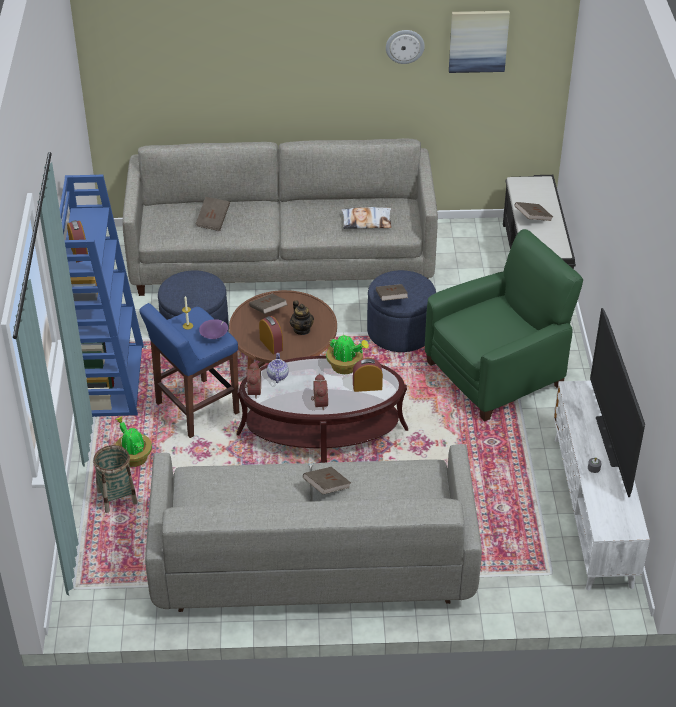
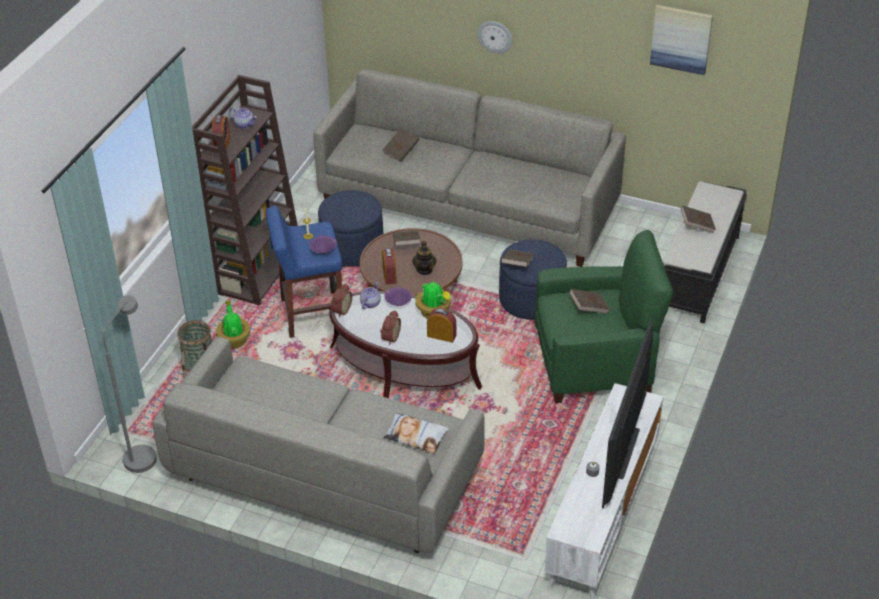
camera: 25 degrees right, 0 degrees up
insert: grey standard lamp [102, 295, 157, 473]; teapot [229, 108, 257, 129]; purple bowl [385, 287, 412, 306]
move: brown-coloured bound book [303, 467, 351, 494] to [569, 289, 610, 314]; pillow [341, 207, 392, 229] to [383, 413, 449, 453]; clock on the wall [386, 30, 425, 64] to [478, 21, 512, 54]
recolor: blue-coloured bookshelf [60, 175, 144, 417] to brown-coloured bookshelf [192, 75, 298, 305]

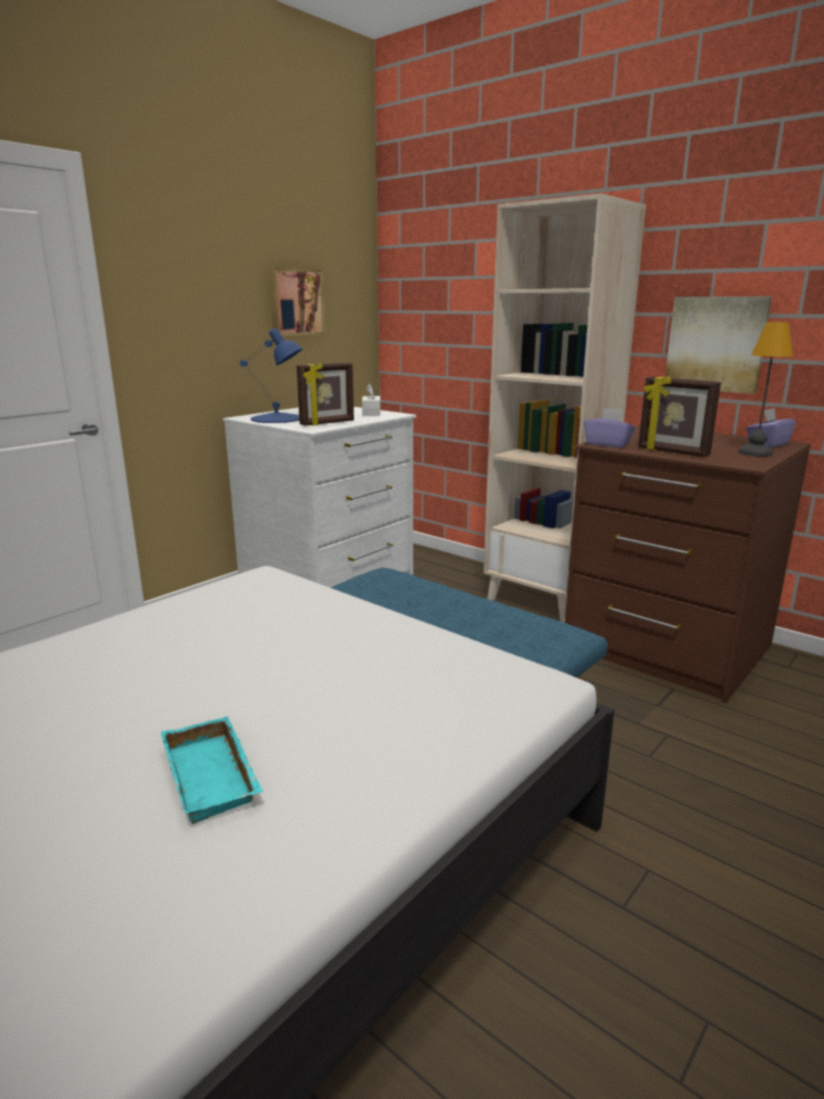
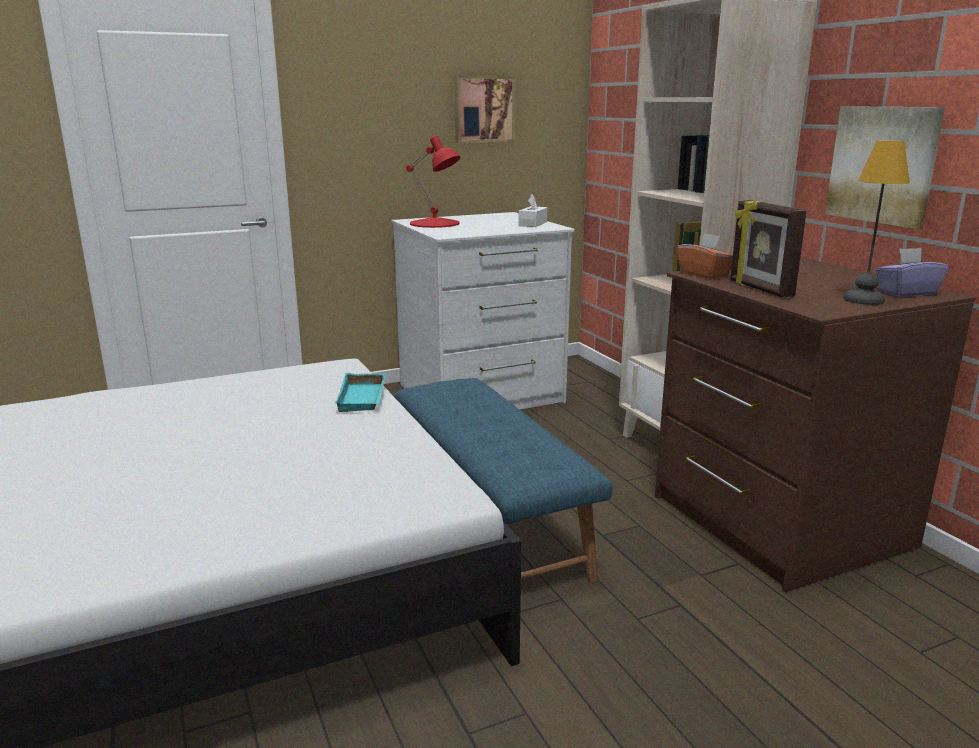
camera: 25 degrees right, 0 degrees up
delete: standing frame [297, 362, 354, 426]
move: turquoise-coloured serving tray [161, 716, 263, 824] to [335, 373, 386, 412]
recolor: blue-coloured tabletop lamp [240, 328, 303, 423] to red tabletop lamp [406, 135, 460, 228]; purple box of tissues [584, 408, 635, 448] to orange-coloured box of tissues [677, 233, 733, 279]

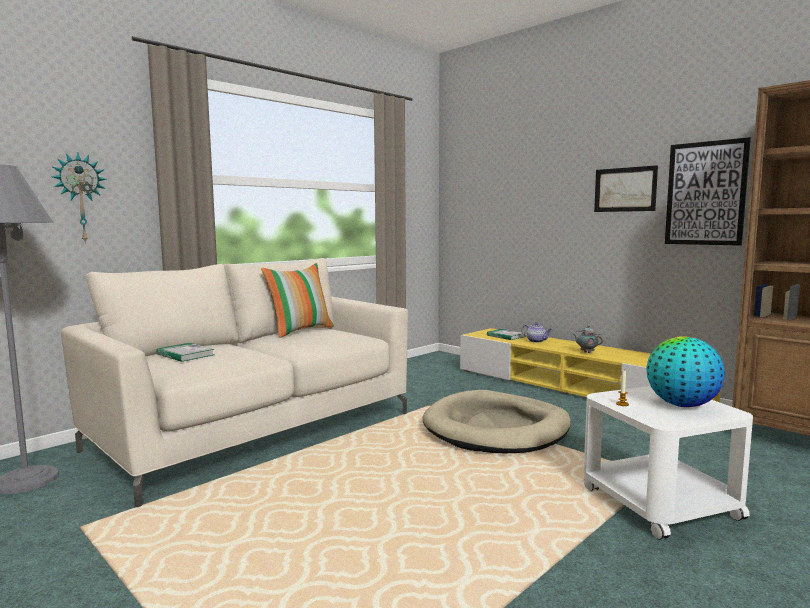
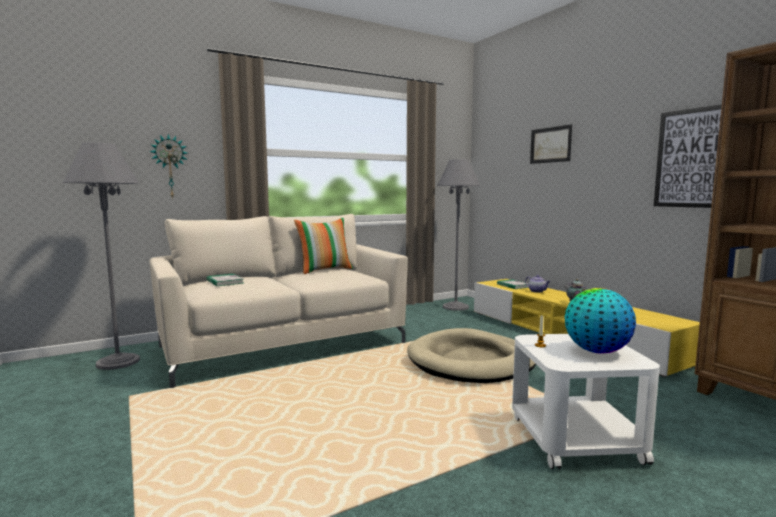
camera: 15 degrees right, 0 degrees up
insert: grey standard lamp [437, 159, 480, 311]
move: wall art [594, 165, 658, 212] to [530, 124, 572, 164]

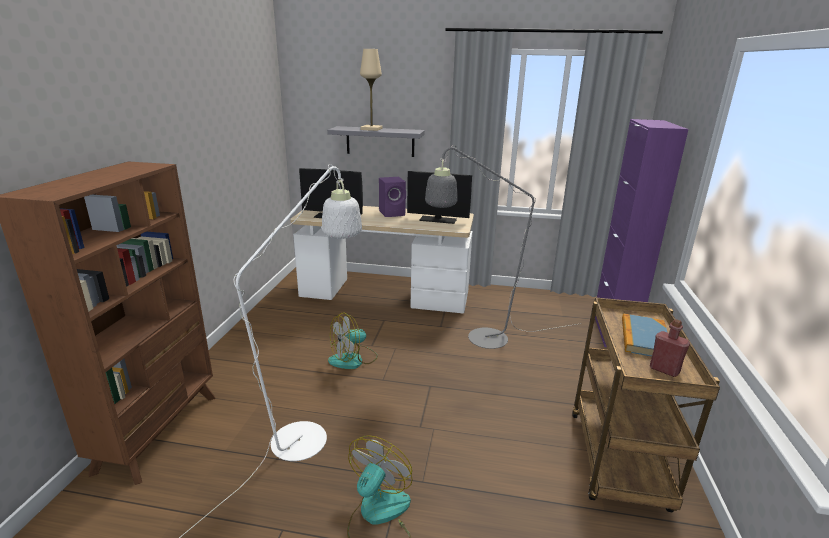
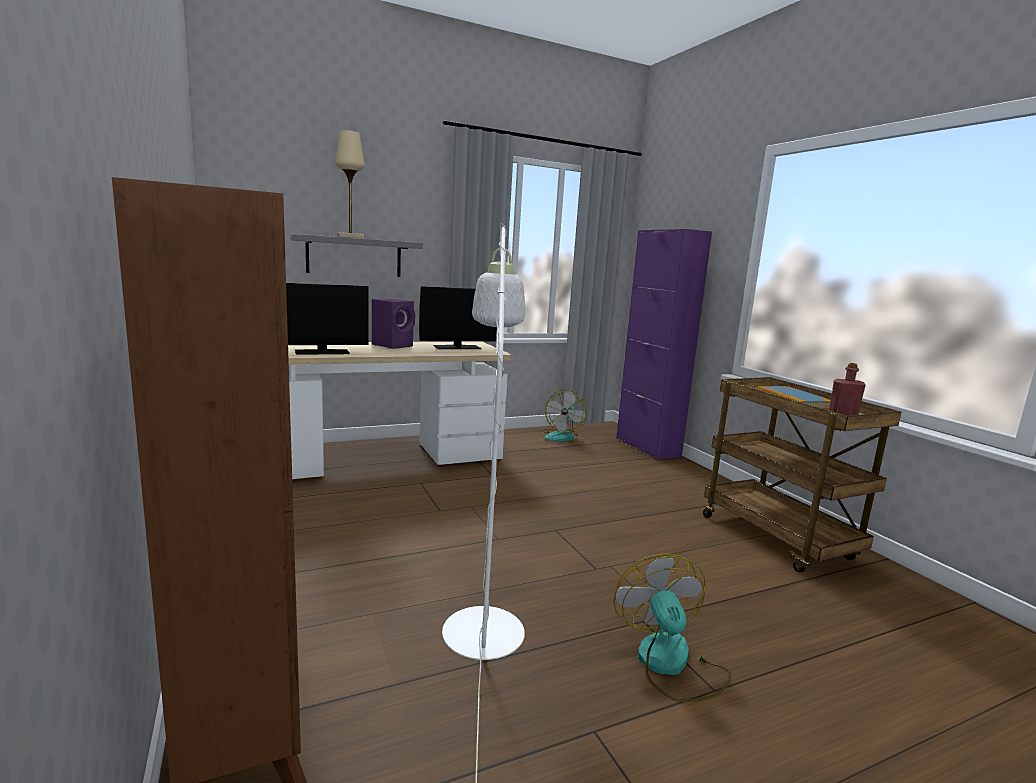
camera: 35 degrees left, 10 degrees down
delete: grey standard lamp [425, 145, 582, 349]
move: cooling fan [328, 313, 378, 369] to [541, 390, 587, 441]

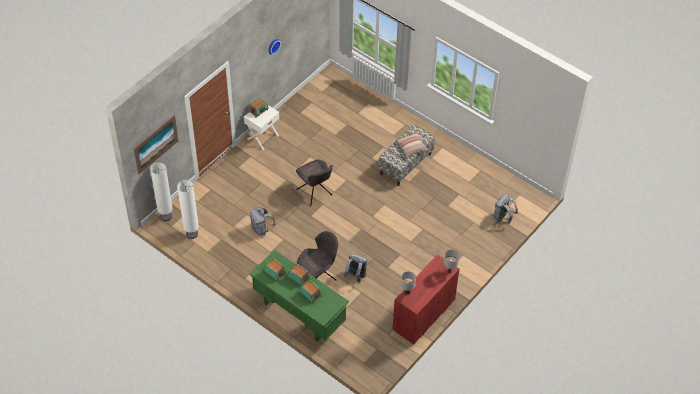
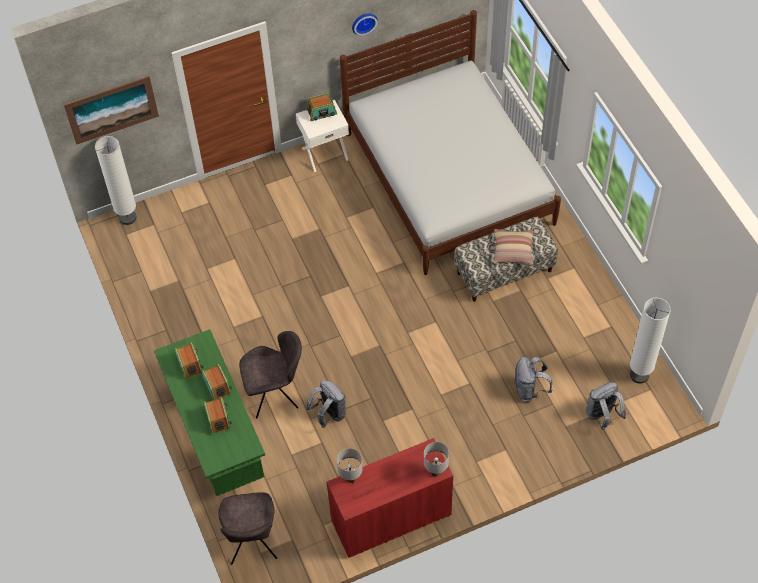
camera: 30 degrees right, 5 degrees up
insert: white sleeping bed [340, 10, 561, 275]
move: white standard lamp [177, 180, 199, 239] to [630, 298, 671, 384]; grey backpack [250, 207, 275, 237] to [514, 357, 552, 402]; grey upright chair [296, 159, 333, 206] to [219, 492, 277, 564]

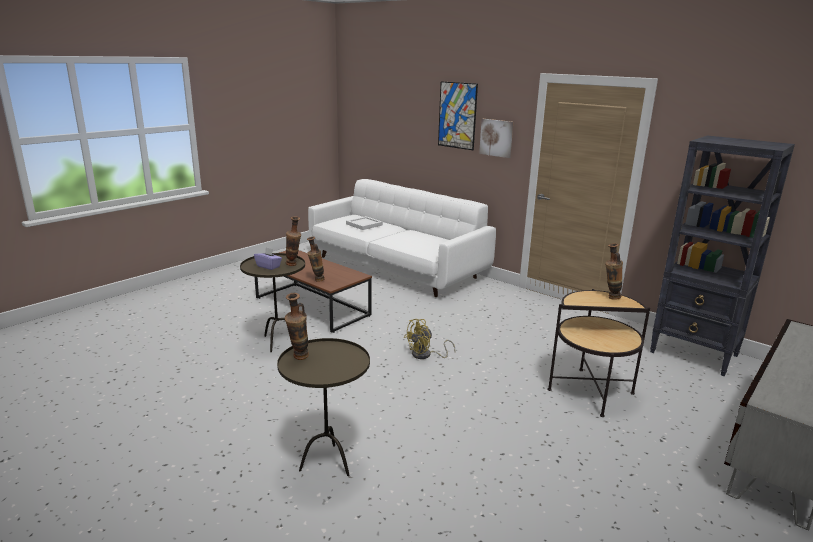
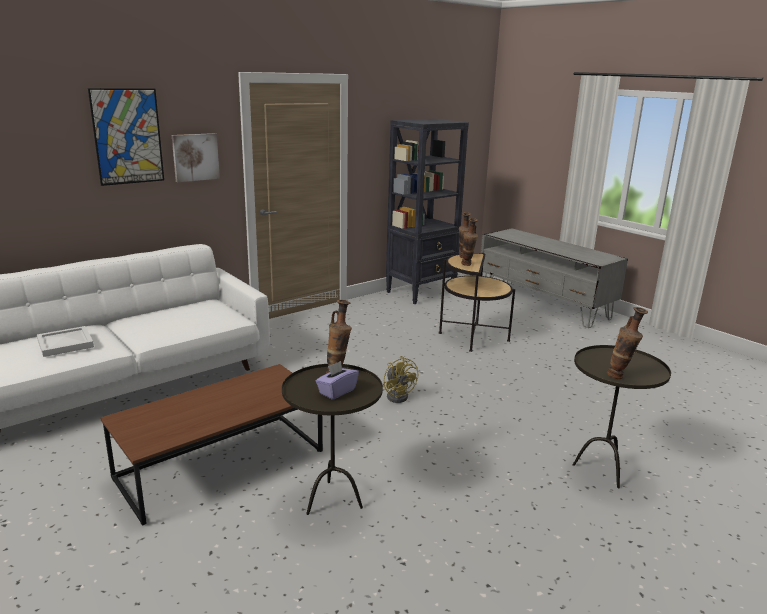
camera: 80 degrees left, 0 degrees up
move: flower vase [307, 237, 325, 282] to [461, 218, 478, 266]

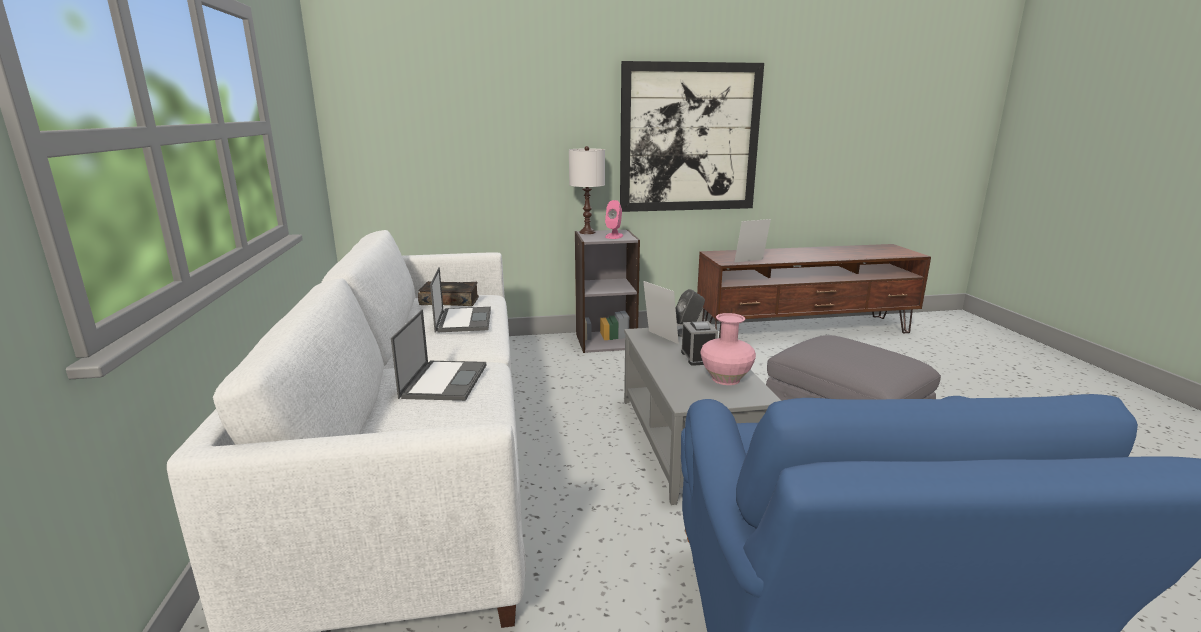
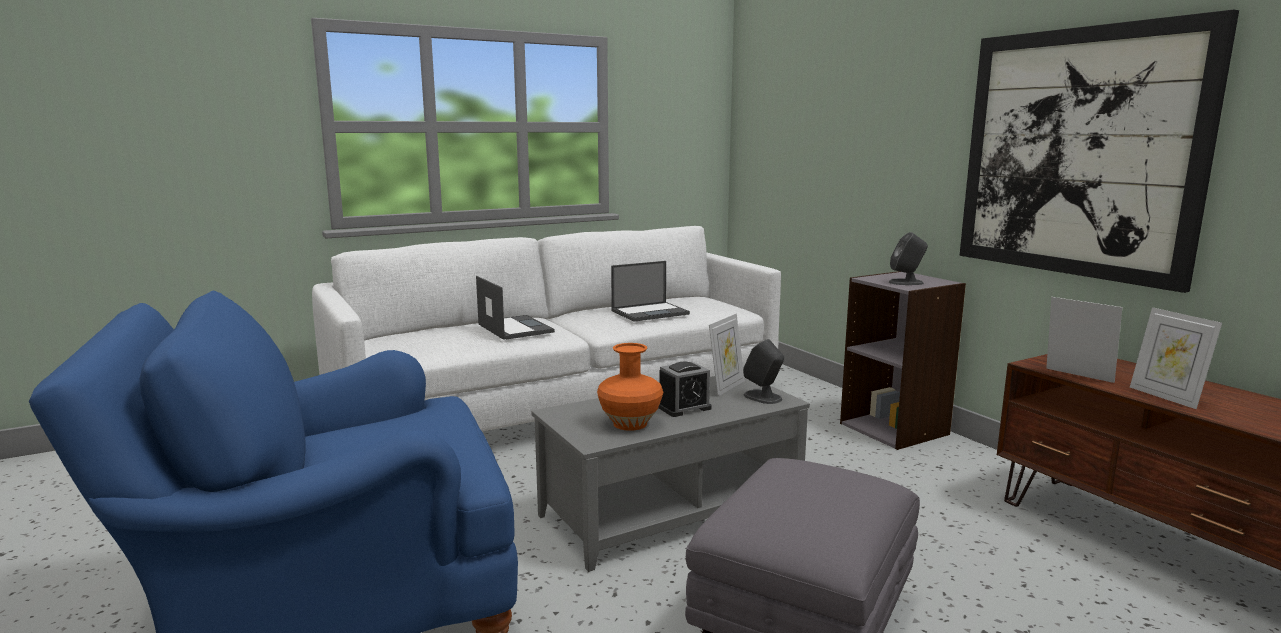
camera: 70 degrees right, 5 degrees down
delete: bound book [418, 281, 479, 306]; white tabletop lamp [569, 146, 605, 234]
insert: standing frame [1130, 307, 1222, 409]
recolor: pinkish audio speaker [605, 200, 623, 239] to grey audio speaker [889, 232, 928, 285]; pinkish flower vase [700, 313, 756, 385] to orange-coloured flower vase [597, 343, 663, 431]
rotate: laptop [391, 310, 486, 401] = [476, 276, 555, 340] 105 degrees counterclockwise

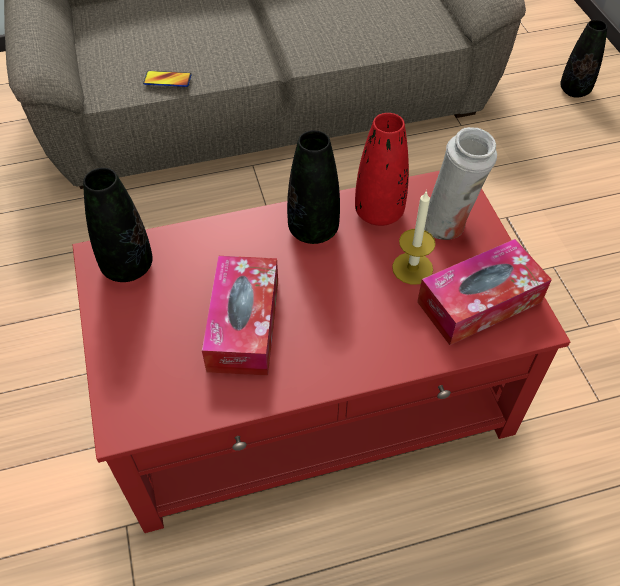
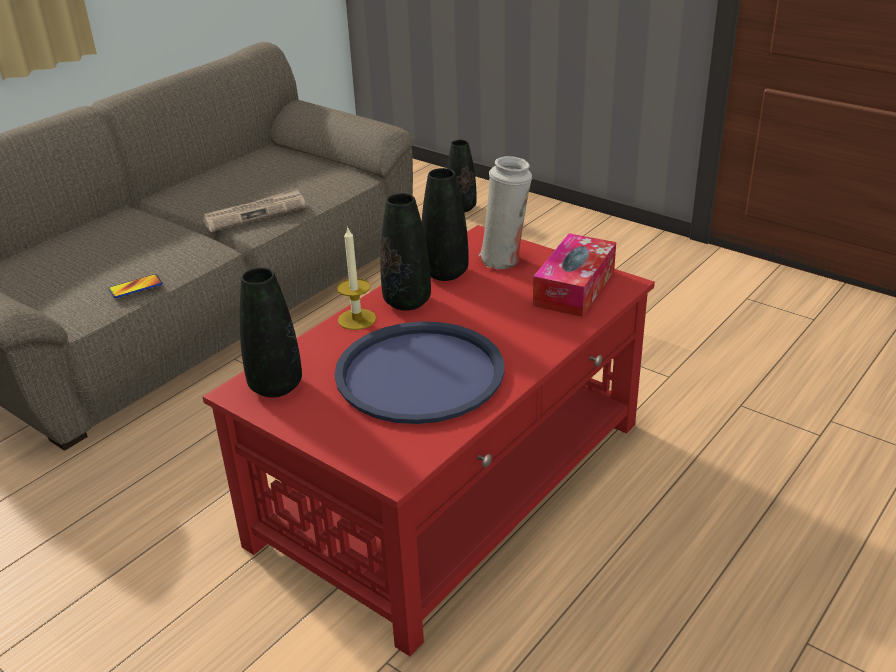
camera: 35 degrees left, 20 degrees down
insert: printed paper [202, 188, 306, 232]
move: wax light [392, 190, 436, 285] to [337, 226, 376, 330]
replace: box of tissues [202, 256, 278, 376] to blue-coloured serving tray [334, 321, 505, 424]
recolor: red flower vase [355, 113, 409, 226] to blackish flower vase [422, 168, 469, 281]

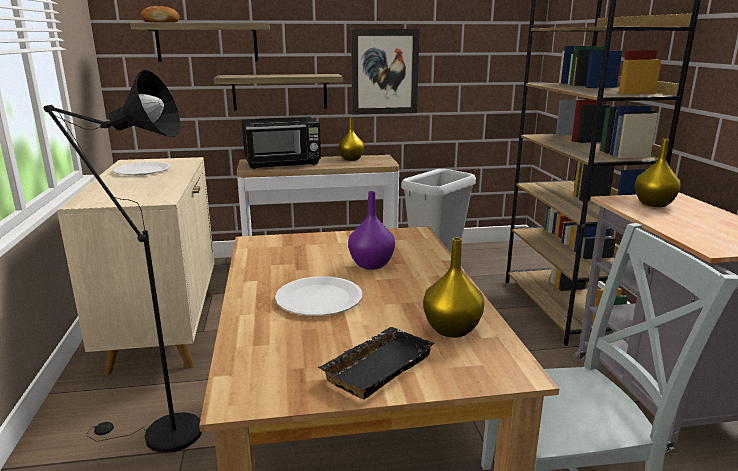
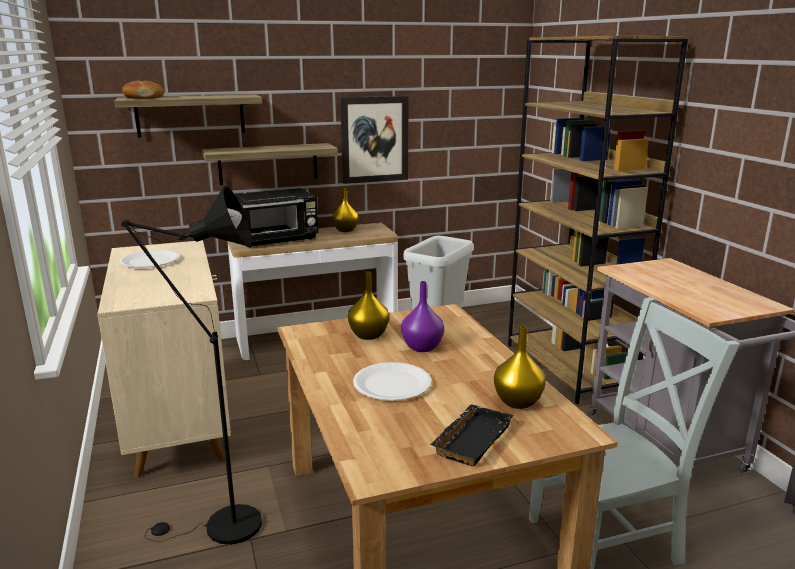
camera: 10 degrees left, 0 degrees up
move: yellow-coloured flower vase [635, 138, 681, 207] to [348, 271, 389, 340]

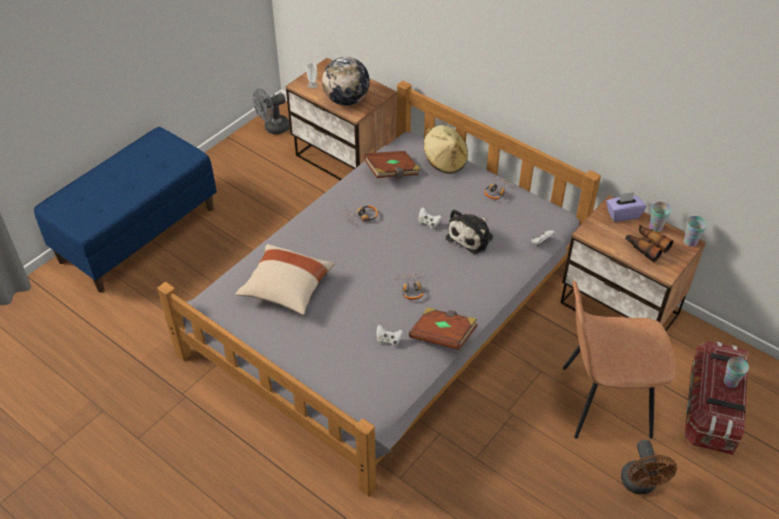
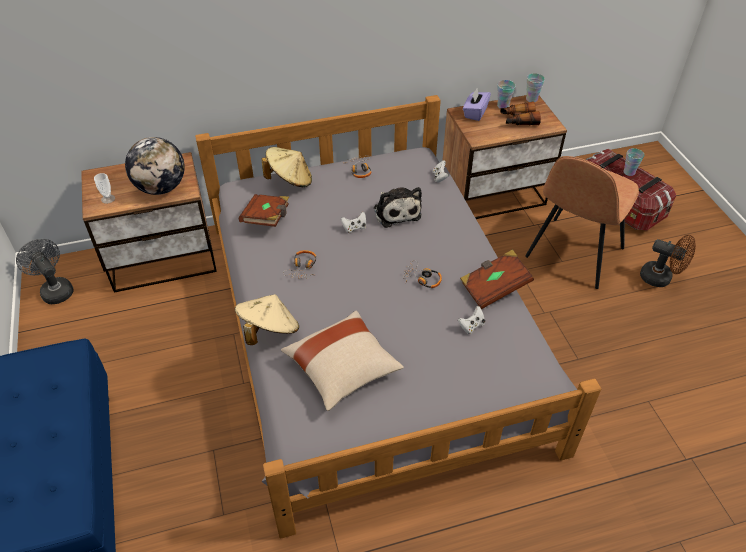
camera: 55 degrees left, 0 degrees up
insert: beige clothing hat [235, 294, 299, 345]
rotate: grey cooling fan [253, 89, 290, 134] = [16, 239, 74, 304] 135 degrees clockwise

